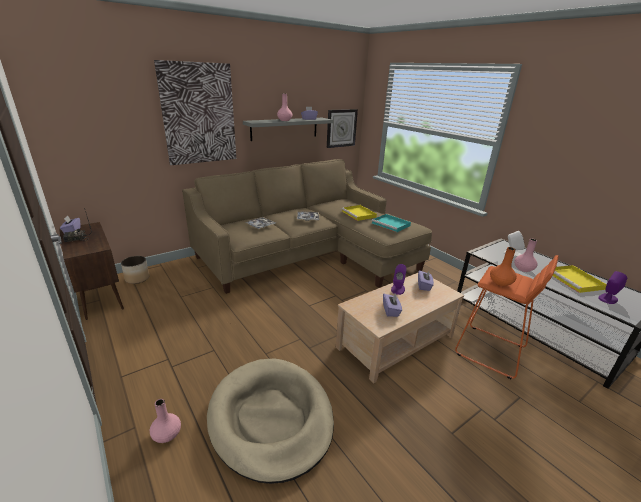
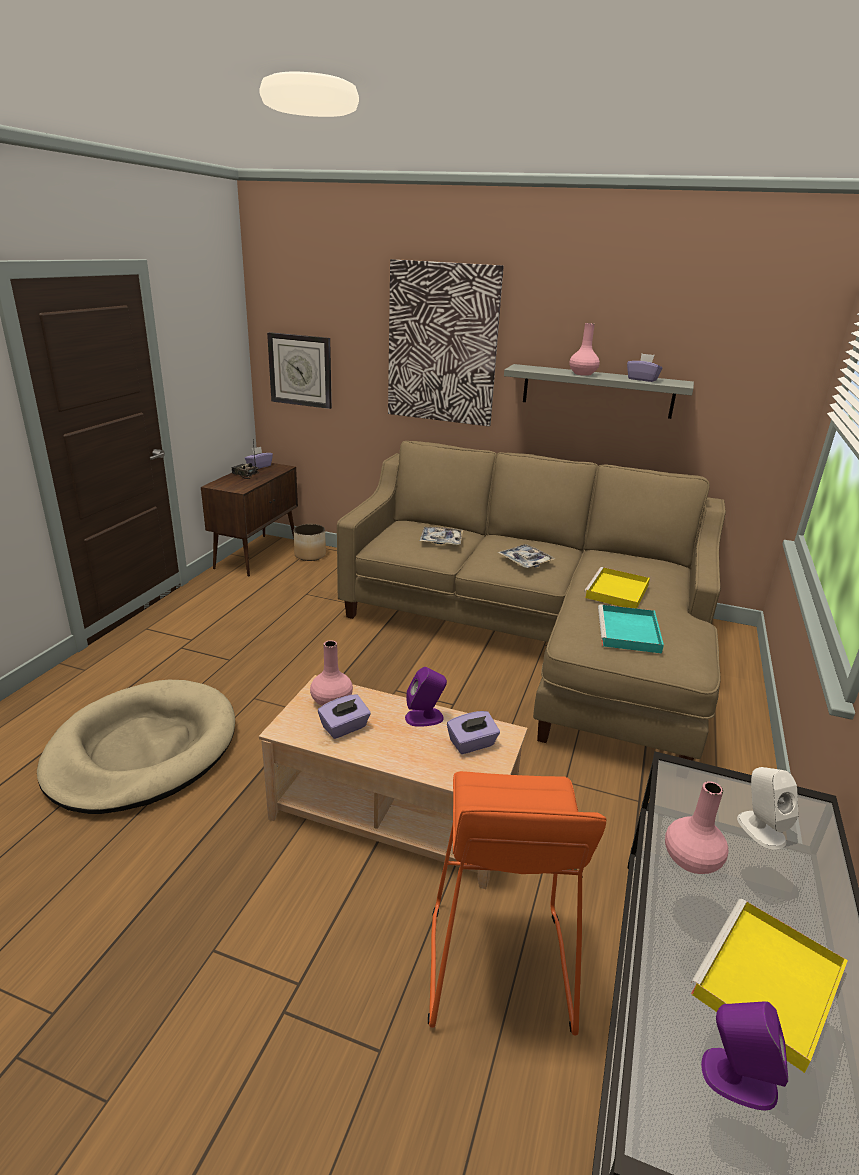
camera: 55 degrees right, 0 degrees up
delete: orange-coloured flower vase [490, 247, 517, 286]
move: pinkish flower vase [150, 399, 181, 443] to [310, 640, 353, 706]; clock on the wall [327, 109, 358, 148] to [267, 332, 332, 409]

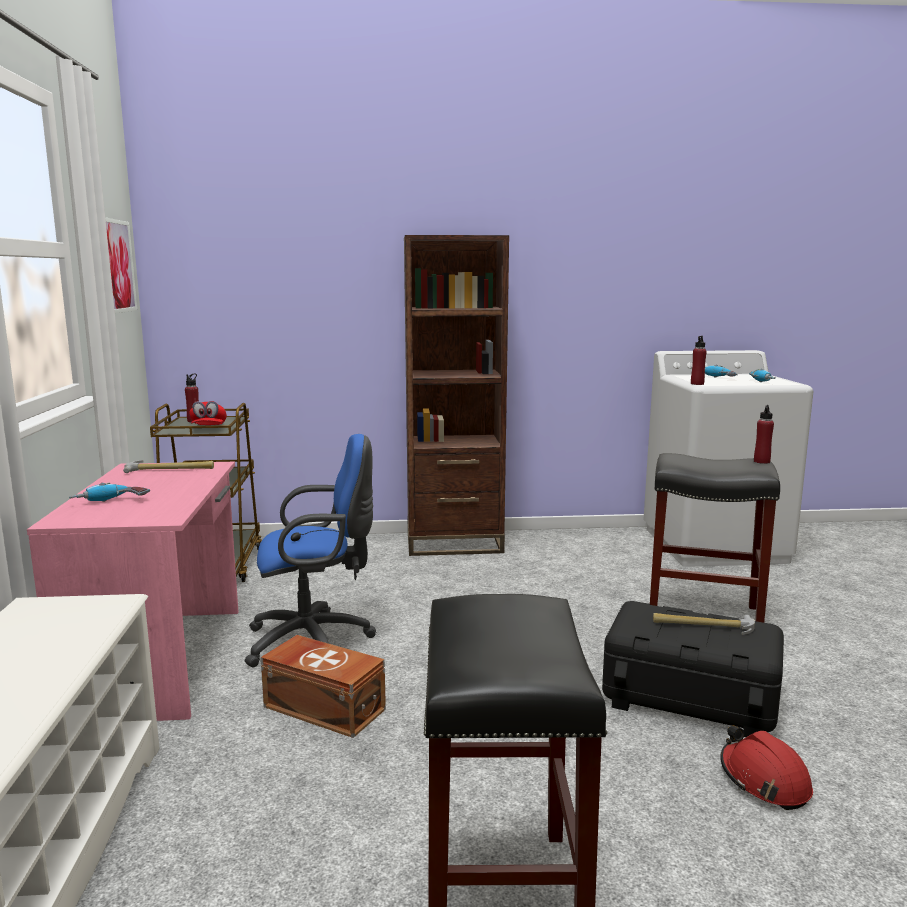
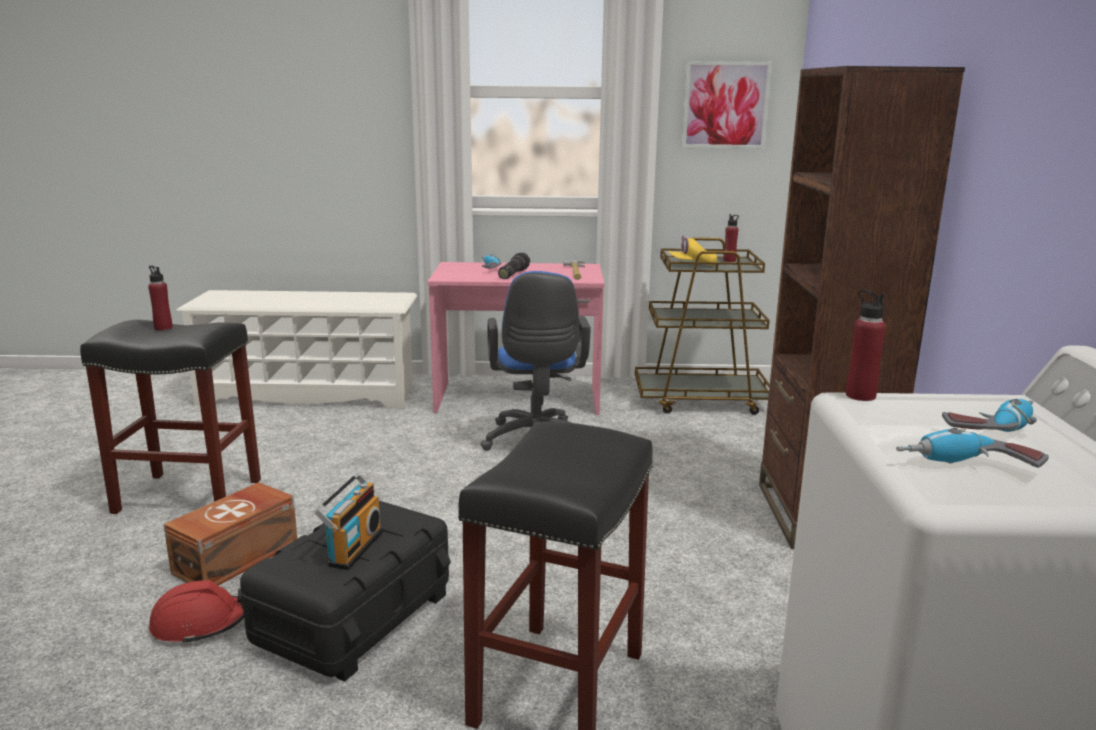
camera: 95 degrees right, 5 degrees up
insert: hand torch [498, 253, 530, 279]
move: brown-coloured storage bin [261, 635, 386, 738] to [163, 482, 298, 586]; red bottle [754, 405, 774, 464] to [148, 265, 173, 330]
replace: hammer [653, 613, 755, 635] to radio set [314, 473, 383, 570]
recolor: red peaked cap [189, 401, 227, 425] to yellow-coloured peaked cap [669, 236, 717, 266]

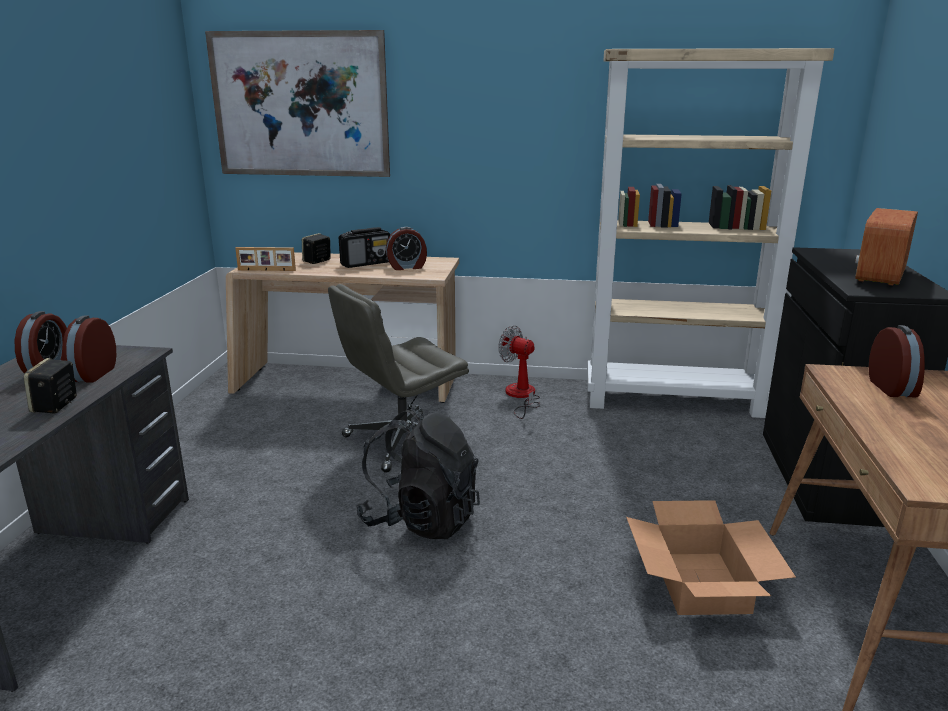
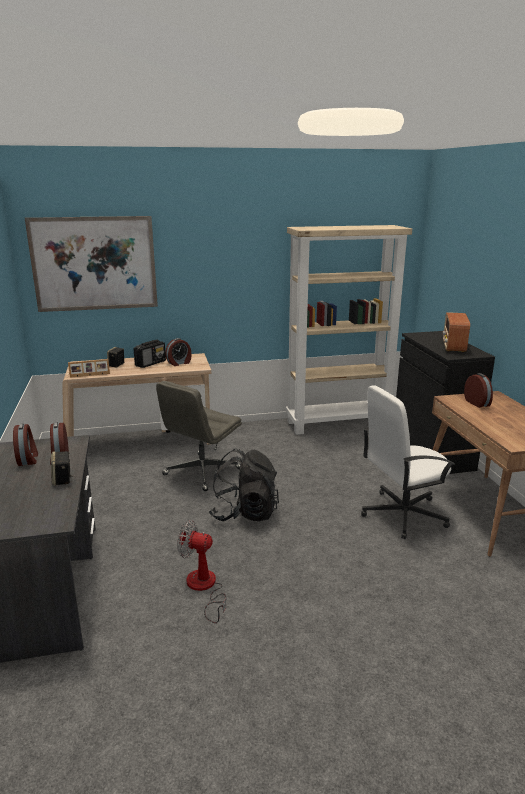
camera: 20 degrees left, 0 degrees up
move: cooling fan [498, 325, 540, 419] to [177, 520, 227, 623]
replace: carton [626, 500, 796, 615] to white desk chair [361, 385, 455, 539]

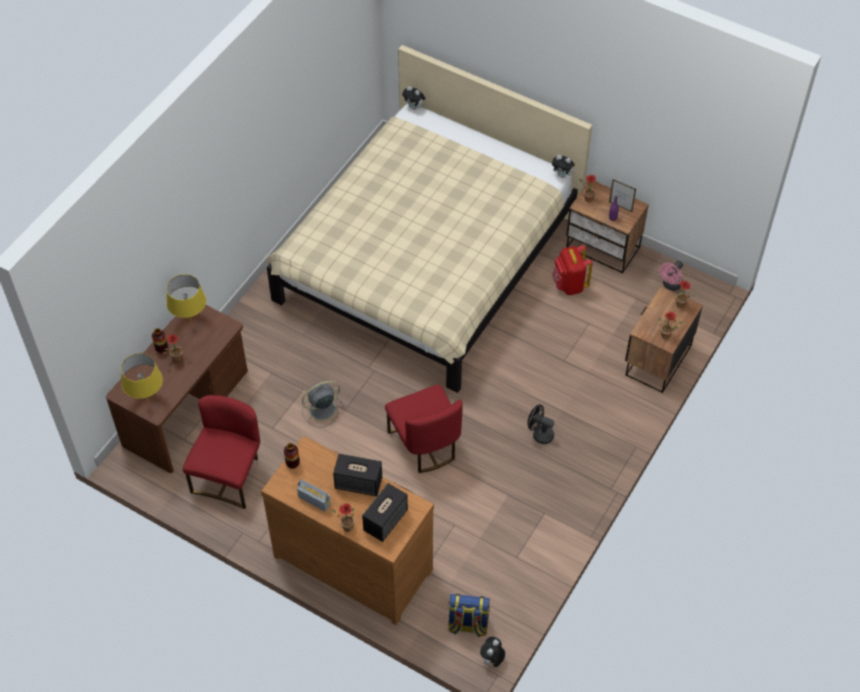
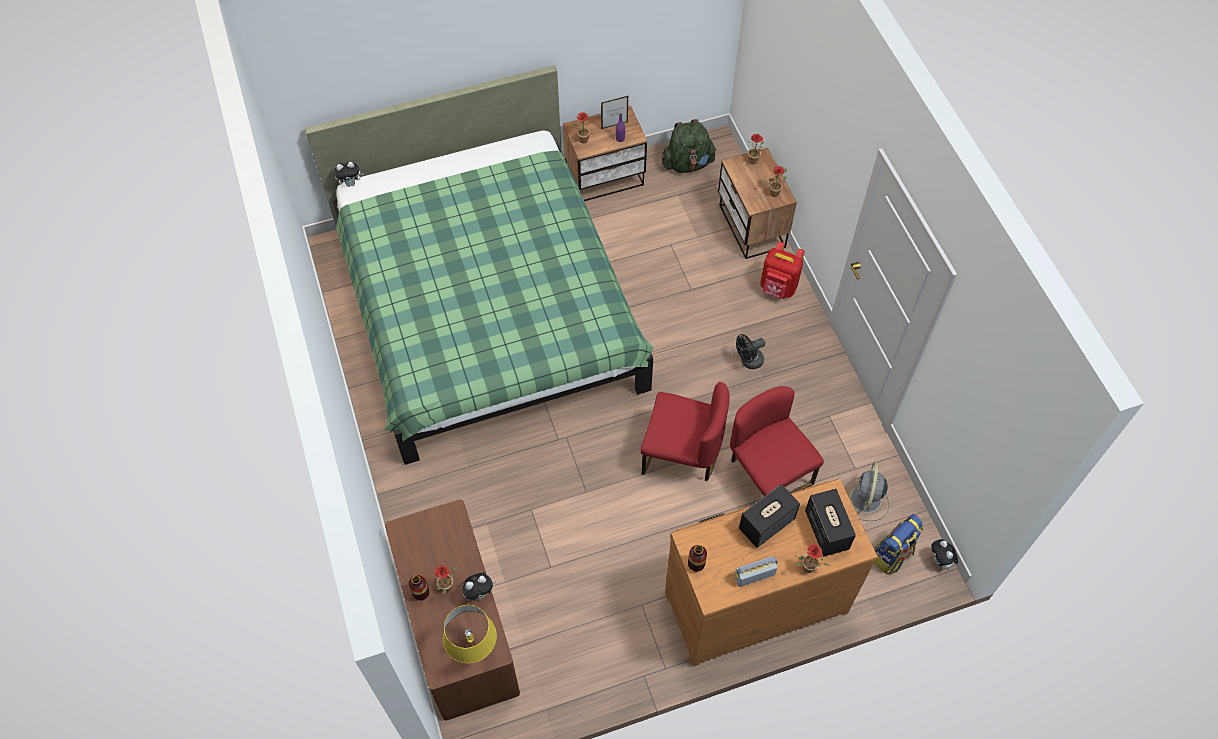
camera: 50 degrees left, 5 degrees up
delete: yellow-coloured tabletop lamp [166, 274, 206, 322]
move: red upright chair [183, 395, 260, 509] to [730, 386, 824, 496]; grey cooling fan [302, 381, 345, 428] to [845, 462, 889, 521]; soft toy [552, 155, 576, 178] to [462, 572, 495, 601]; red backpack [552, 245, 592, 295] to [760, 241, 805, 299]
replace: pinkish cooling fan [659, 261, 683, 291] to green-coloured backpack [662, 119, 717, 173]
recolor: beige sleeping bed [265, 45, 592, 393] to green-coloured sleeping bed [305, 65, 654, 465]

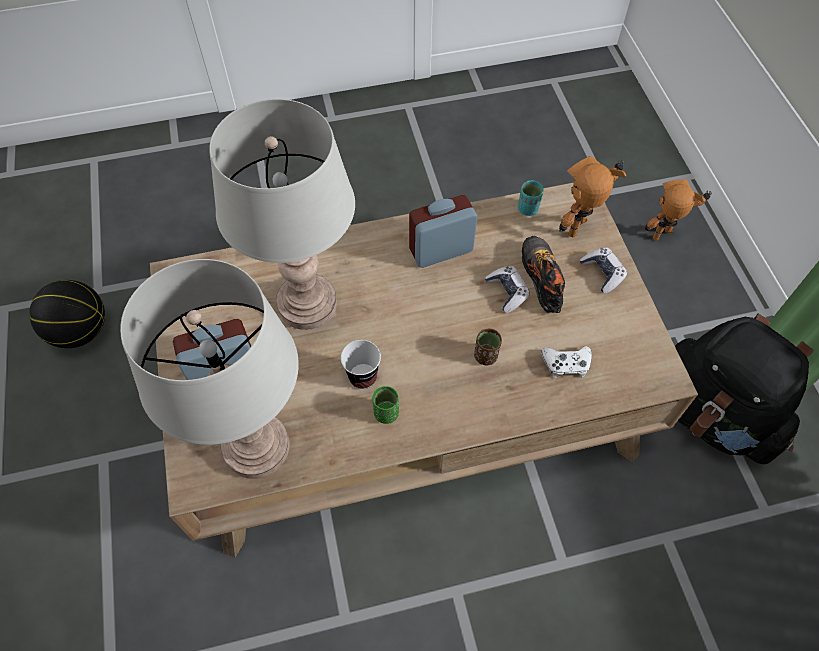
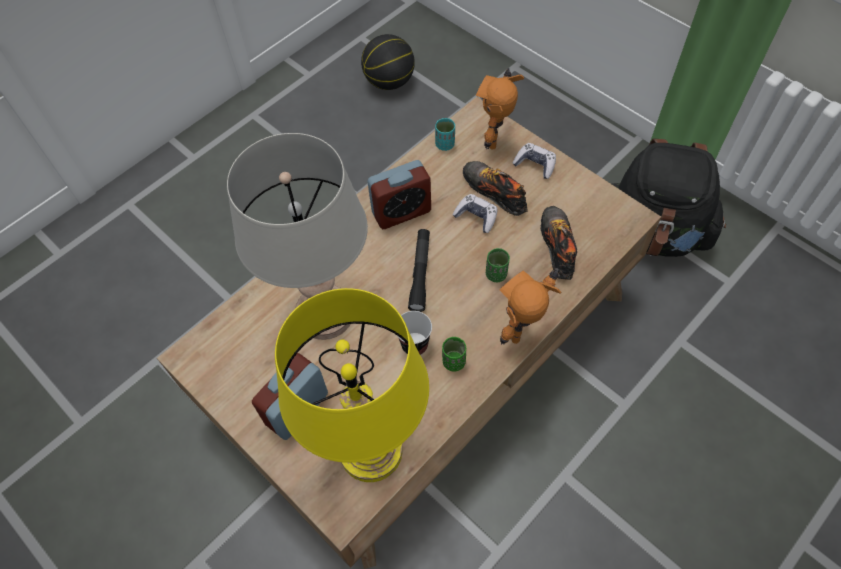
camera: 30 degrees left, 0 degrees up
insert: blackish hand torch [408, 229, 430, 312]
move: basketball ball [29, 280, 105, 348] to [361, 34, 415, 90]; toy robot [644, 179, 712, 240] to [500, 268, 561, 345]
replace: white joypad [541, 346, 592, 378] to shoe [540, 206, 577, 280]
recolor: grey tabletop lamp [120, 259, 299, 479] to yellow-coloured tabletop lamp [275, 288, 429, 482]; brown-coloured cup [474, 329, 502, 365] to green-coloured cup [486, 248, 510, 282]
rotate: bedside clock [409, 195, 477, 268] = [367, 160, 431, 229] 150 degrees counterclockwise

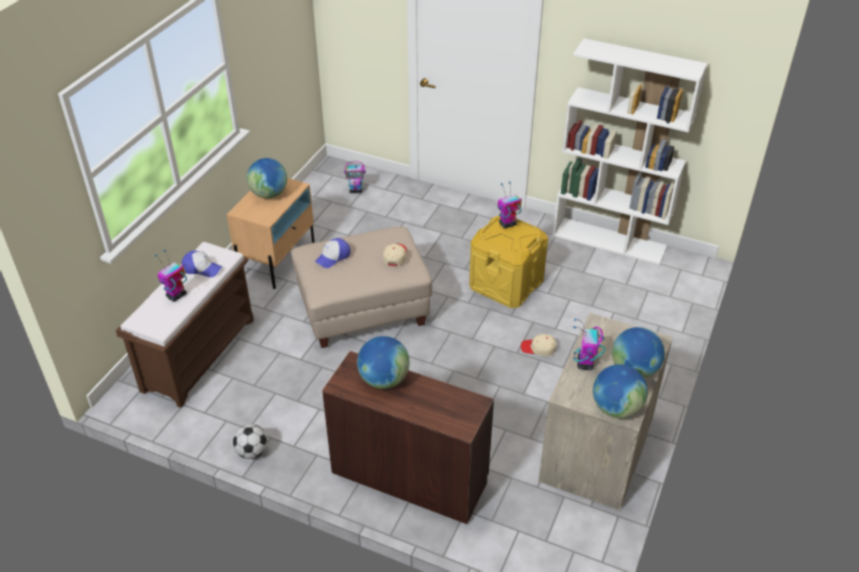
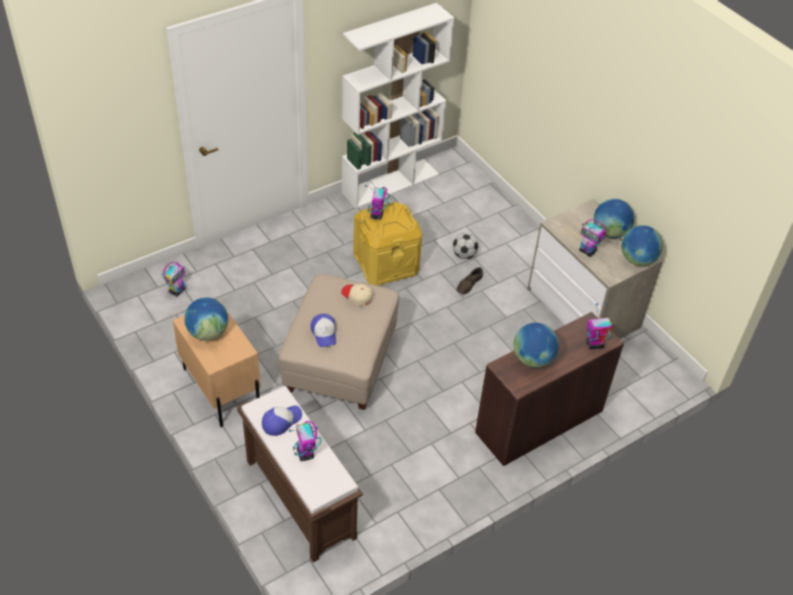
camera: 60 degrees left, 5 degrees up
insert: toy robot [586, 303, 614, 349]
move: football [233, 424, 268, 459] to [453, 233, 479, 259]
replace: beige peaked cap [521, 334, 557, 356] to brown-coloured shoe [456, 267, 483, 294]

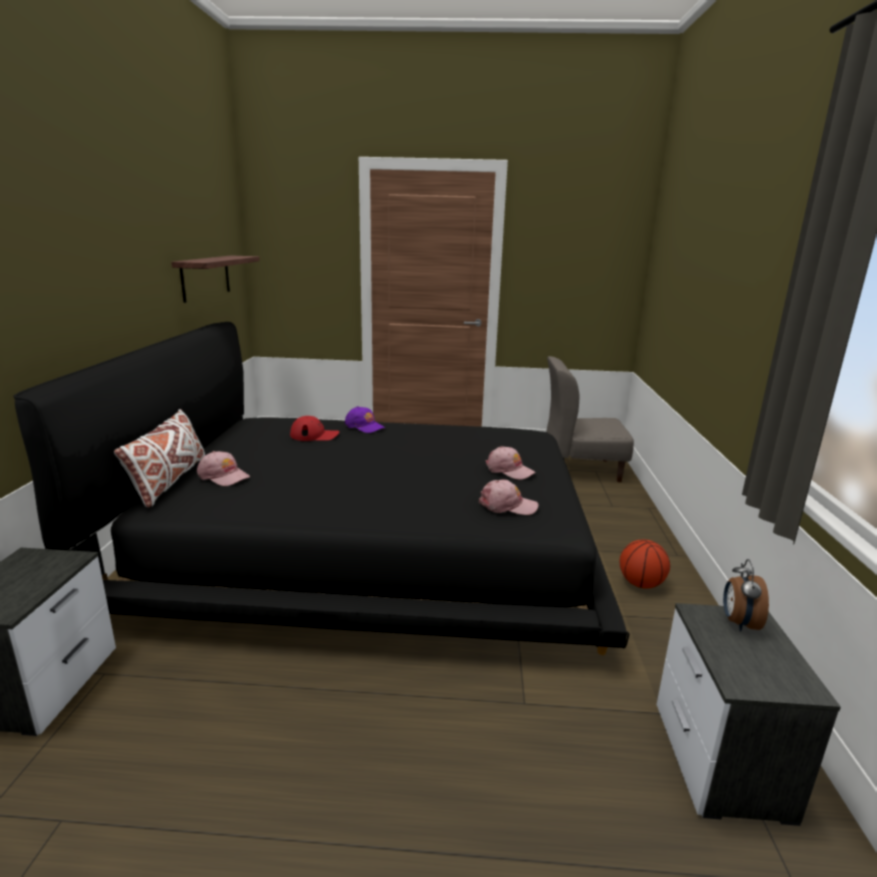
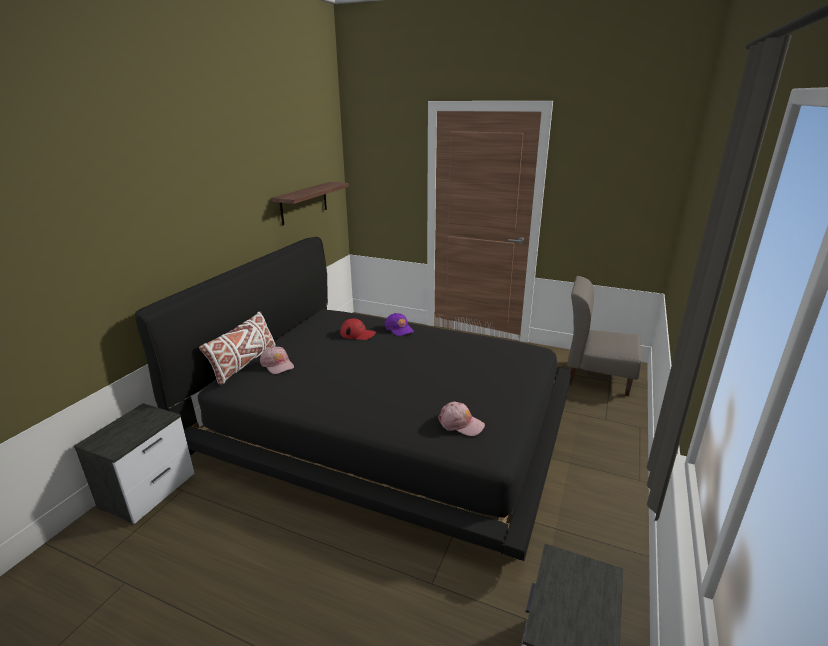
camera: 20 degrees right, 5 degrees up
delete: pinkish peaked cap [486, 446, 536, 480]; basketball ball [619, 539, 670, 589]; bedside clock [723, 559, 769, 631]

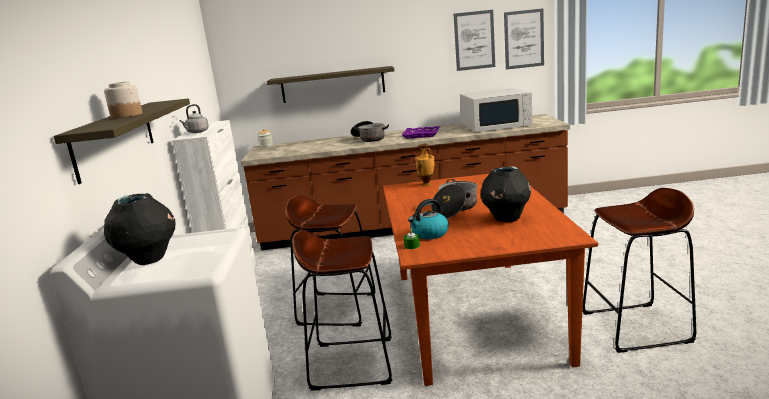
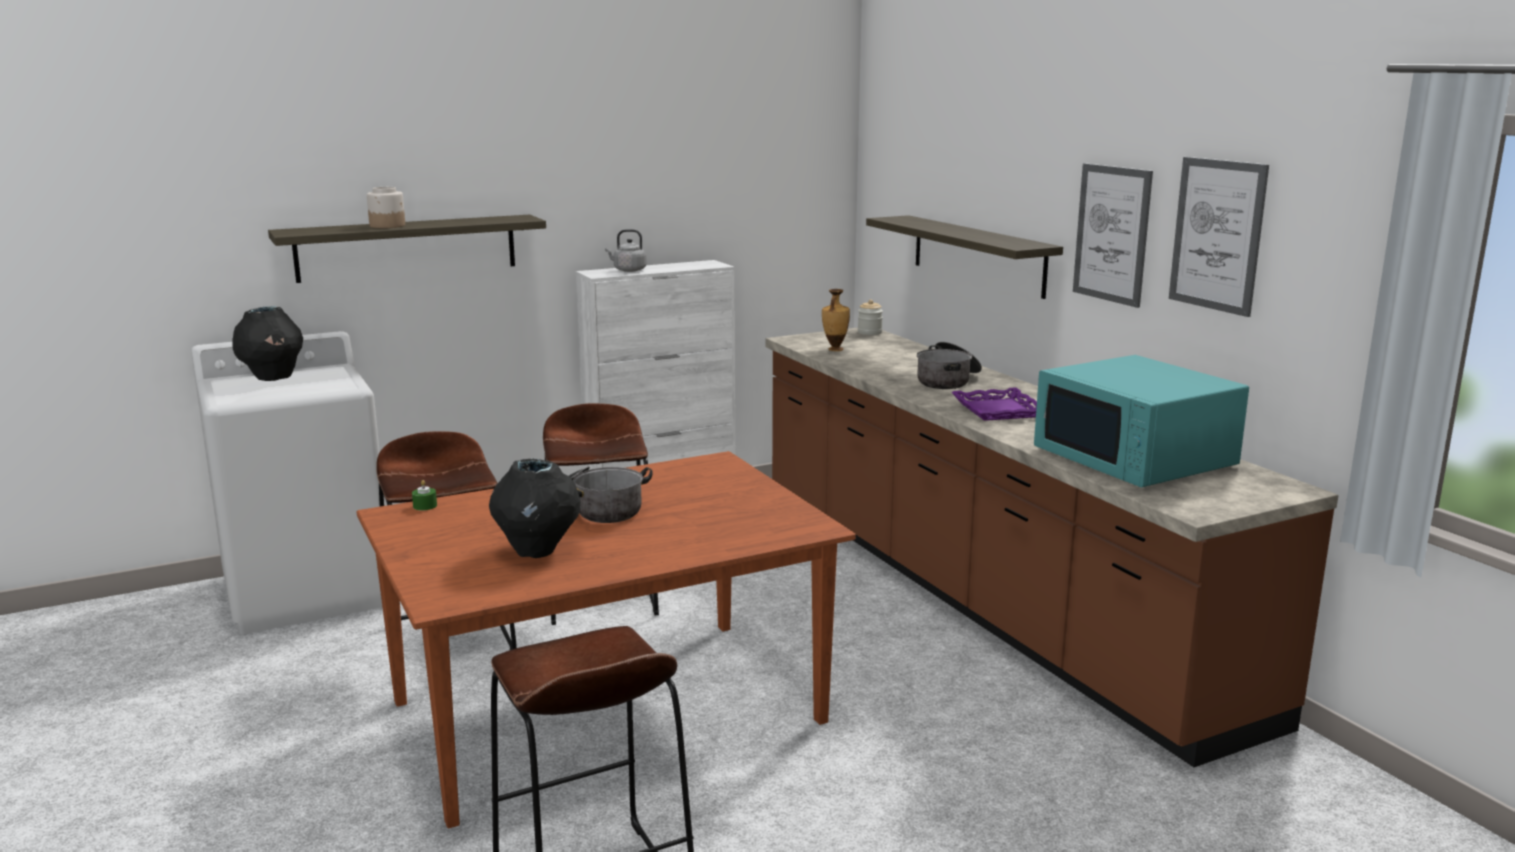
camera: 65 degrees right, 0 degrees up
delete: kettle [408, 199, 449, 239]
move: flower vase [415, 144, 435, 186] to [822, 289, 850, 351]; wall art [504, 8, 544, 70] to [1073, 163, 1153, 308]
recolor: white microwave oven [460, 88, 532, 132] to turquoise-coloured microwave oven [1034, 355, 1249, 487]

